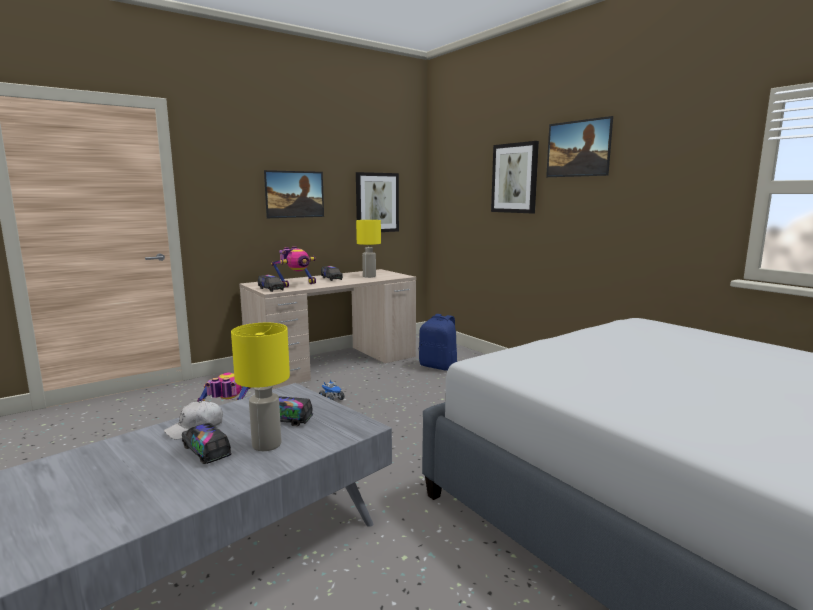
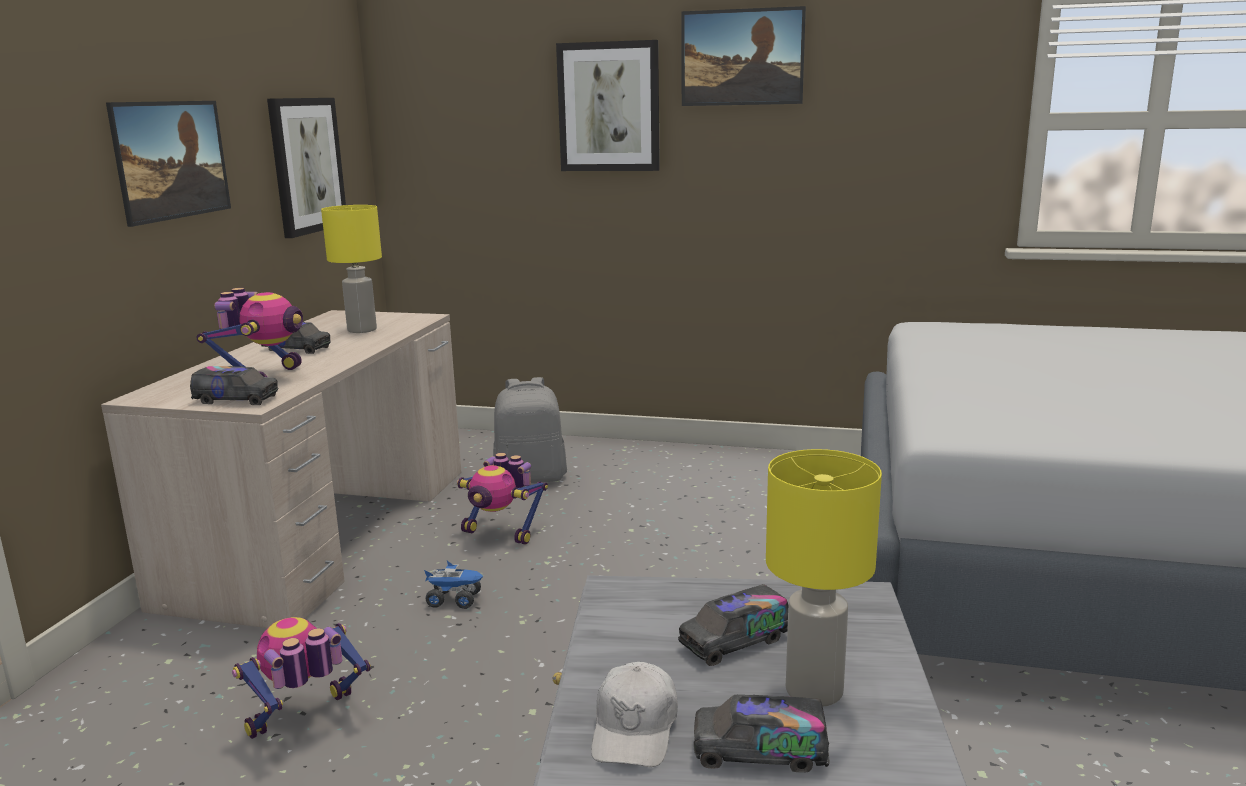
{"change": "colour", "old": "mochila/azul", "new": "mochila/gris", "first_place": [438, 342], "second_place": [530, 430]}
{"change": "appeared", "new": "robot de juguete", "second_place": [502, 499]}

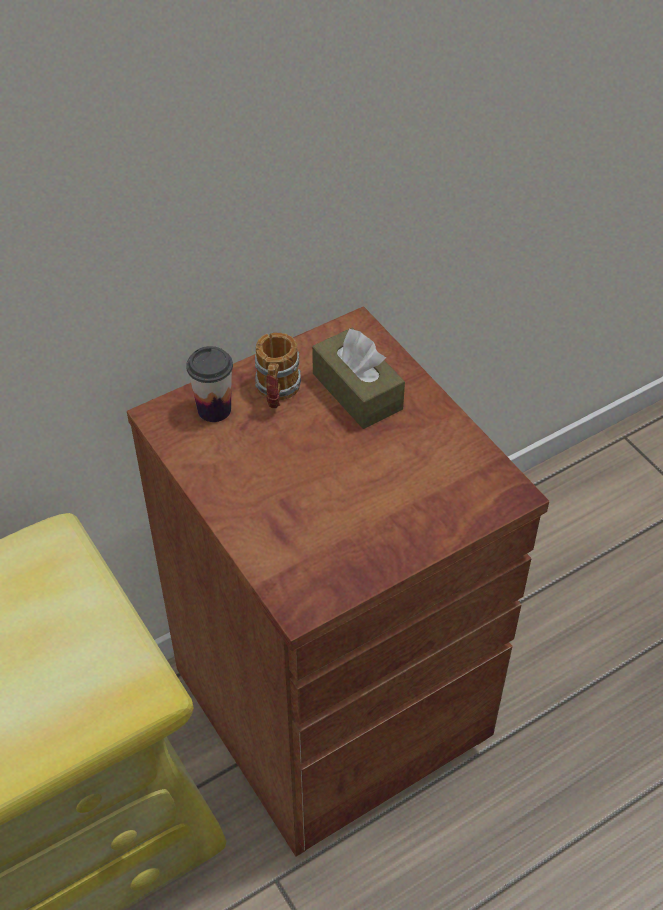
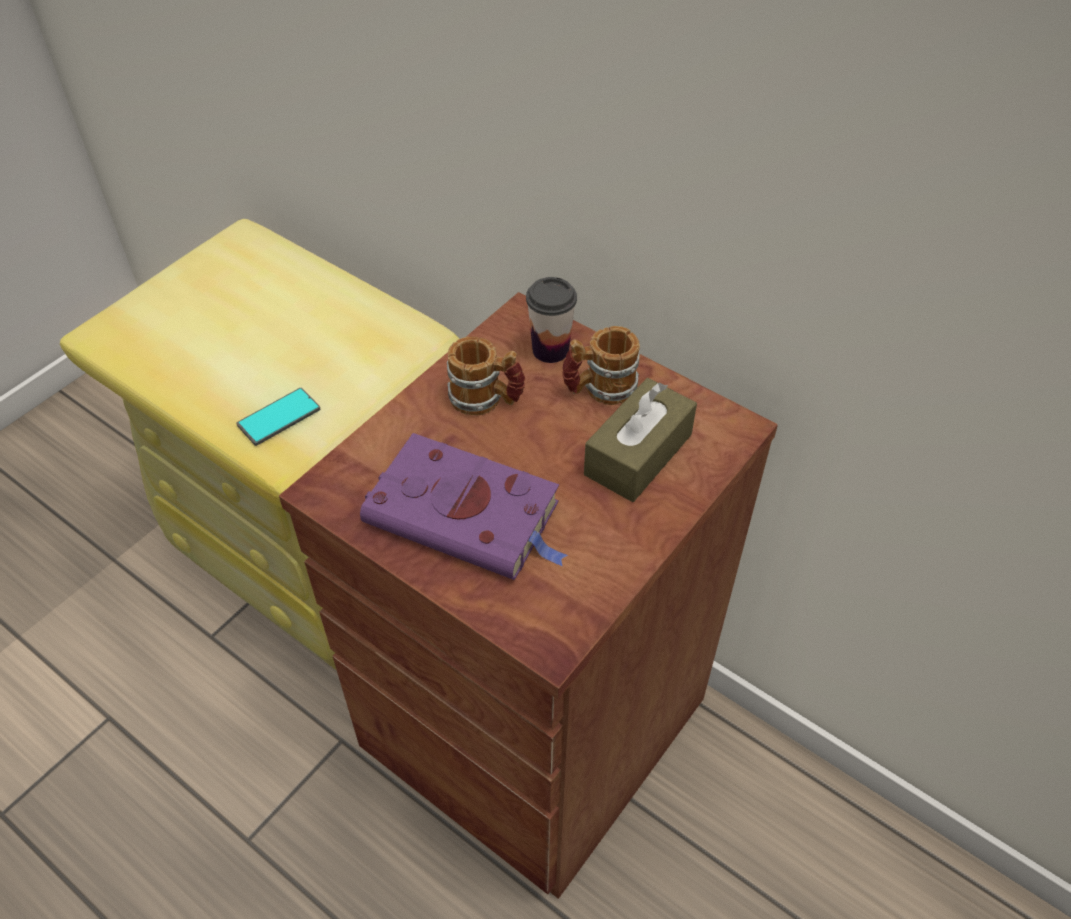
{"change": "appeared", "new": "taza grande", "second_place": [486, 376]}
{"change": "appeared", "new": "móvil", "second_place": [278, 417]}
{"change": "appeared", "new": "libro/morado", "second_place": [464, 506]}

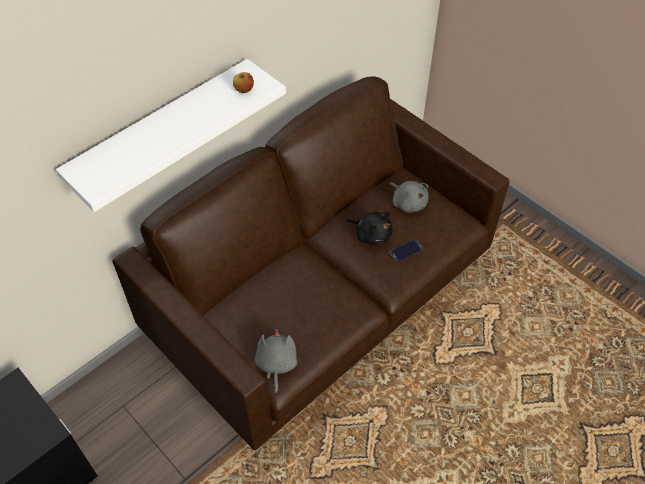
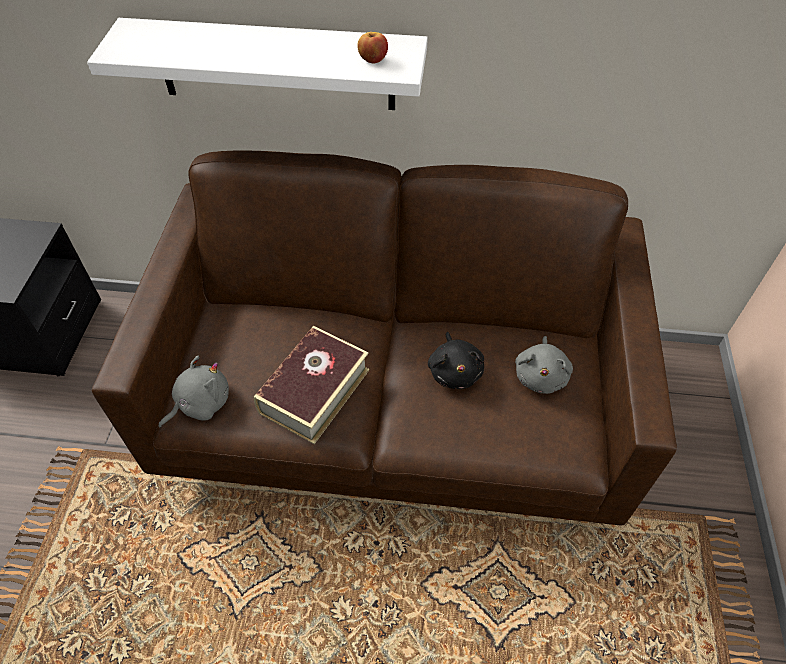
{"change": "missing", "old": "móvil", "first_place": [406, 250]}
{"change": "appeared", "new": "libro", "second_place": [311, 385]}

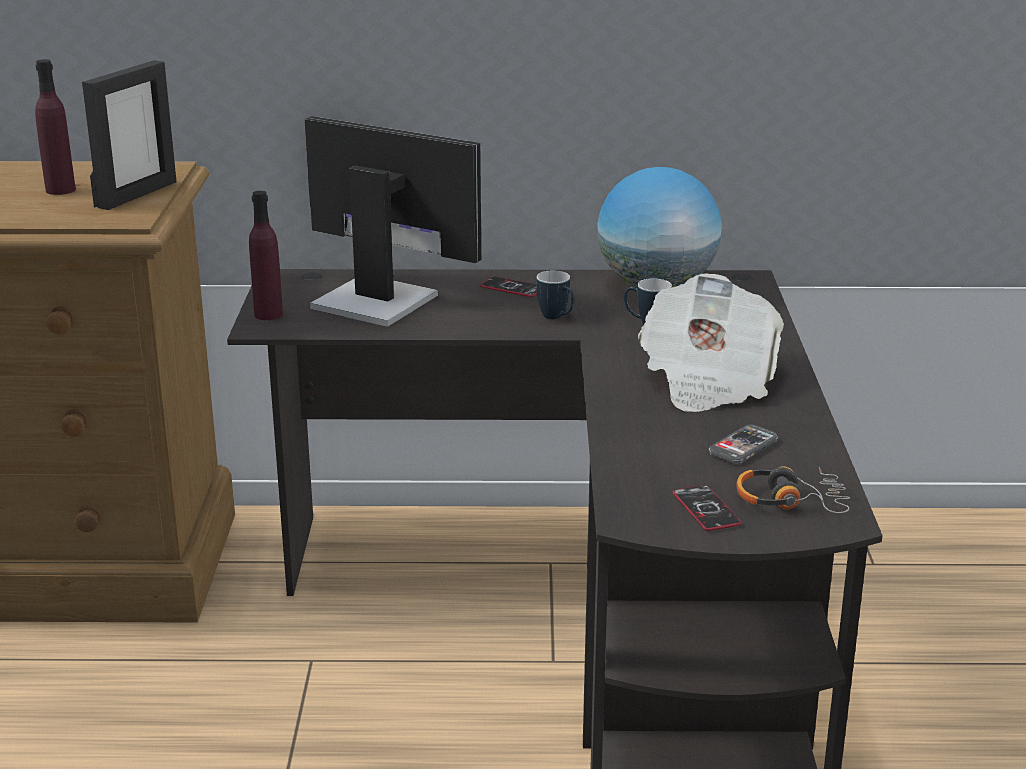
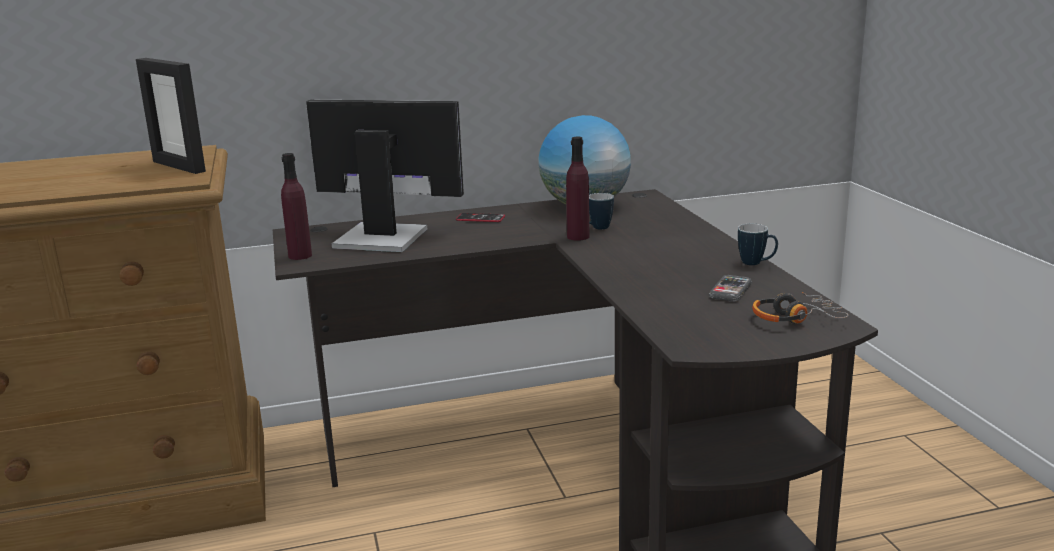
{"change": "relocated", "old": "botella/morado", "first_place": [55, 127], "second_place": [578, 189]}
{"change": "spun", "old": "portarretratos", "first_place": [129, 135], "second_place": [171, 116], "degrees": 120}
{"change": "relocated", "old": "taza grande", "first_place": [555, 295], "second_place": [758, 244]}
{"change": "missing", "old": "periódico", "first_place": [711, 343]}
{"change": "missing", "old": "móvil", "first_place": [707, 508]}

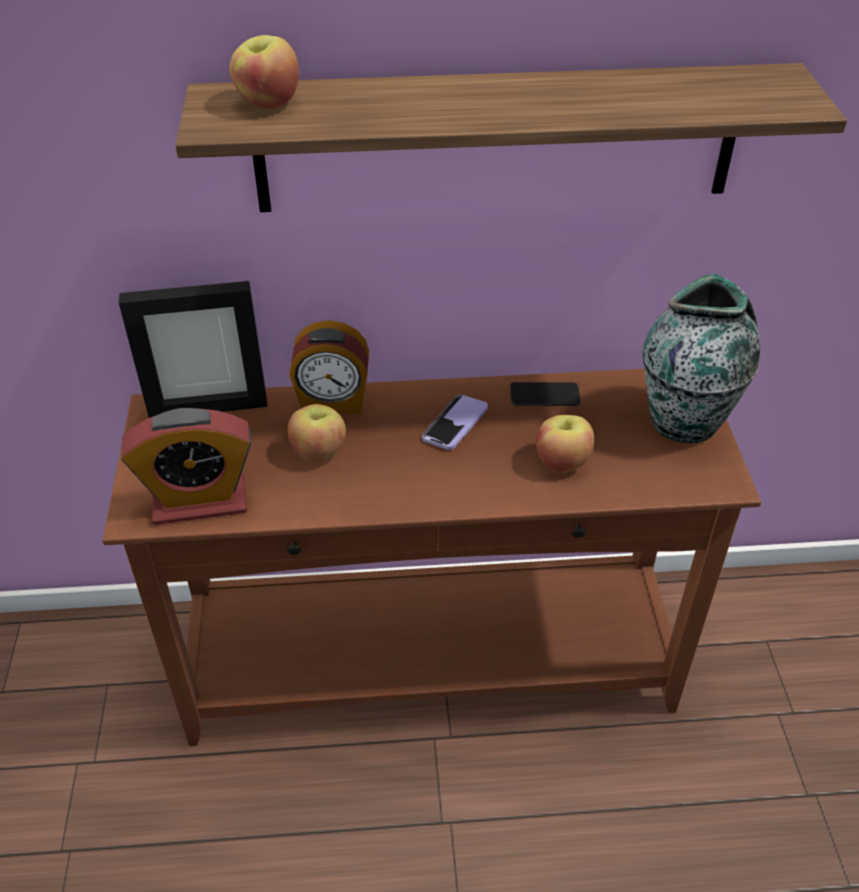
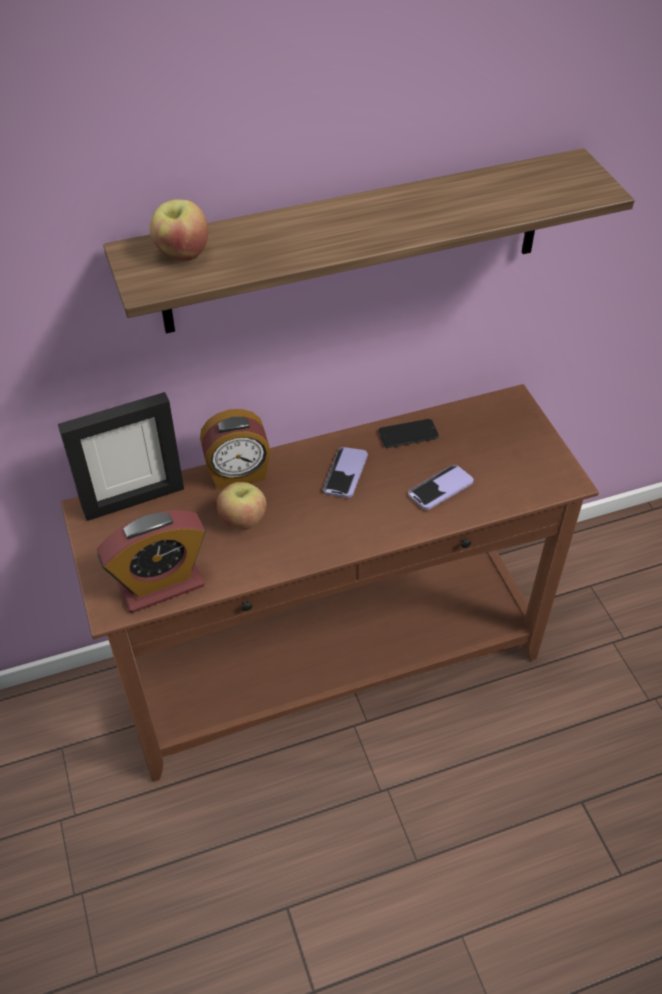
{"change": "missing", "old": "florero", "first_place": [701, 358]}
{"change": "exchanged", "old": "manzana", "new": "móvil", "first_place": [565, 443], "second_place": [441, 487]}

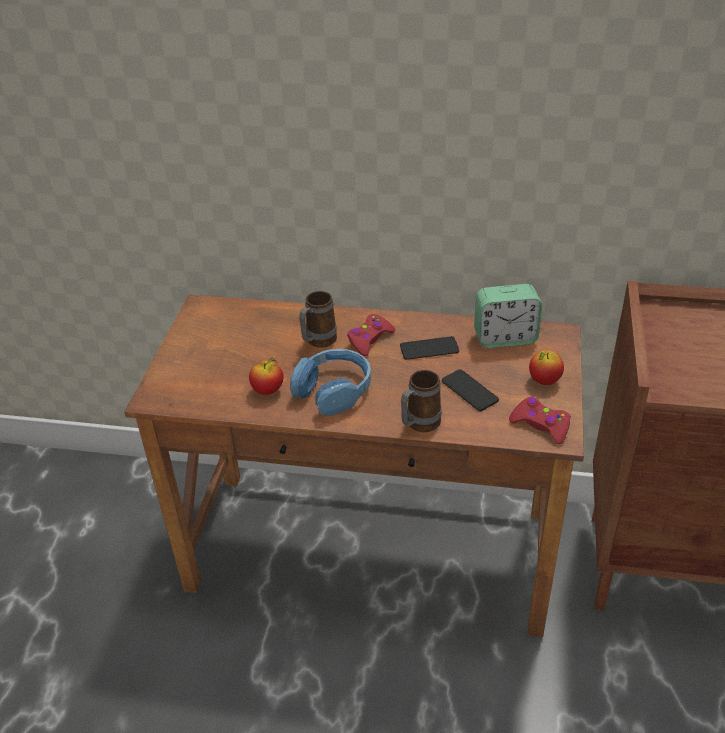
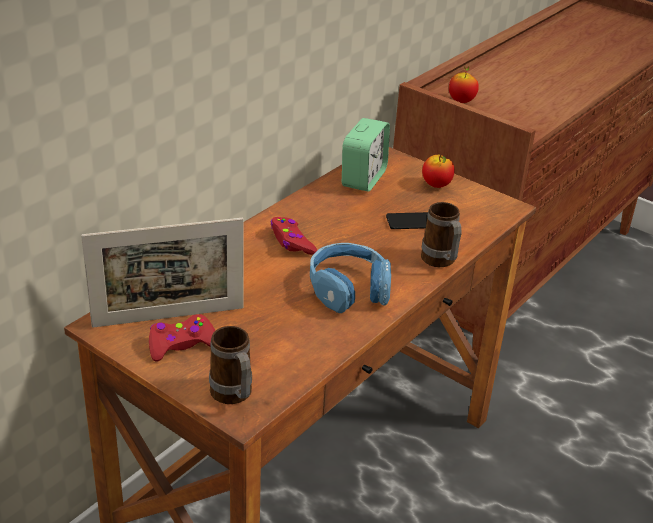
{"change": "relocated", "old": "taza grande", "first_place": [318, 319], "second_place": [230, 365]}
{"change": "missing", "old": "móvil", "first_place": [429, 348]}
{"change": "relocated", "old": "manzana", "first_place": [266, 376], "second_place": [464, 85]}
{"change": "relocated", "old": "mando de consola/rojo", "first_place": [540, 420], "second_place": [182, 338]}
{"change": "appeared", "new": "portarretratos", "second_place": [162, 273]}

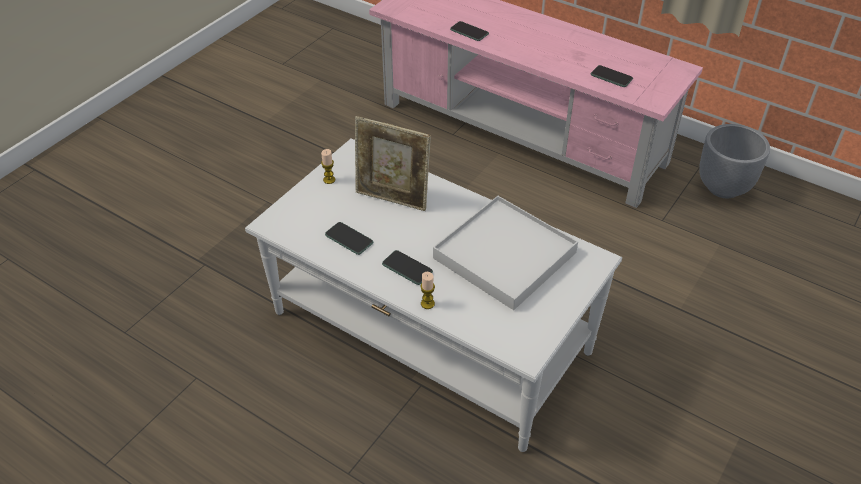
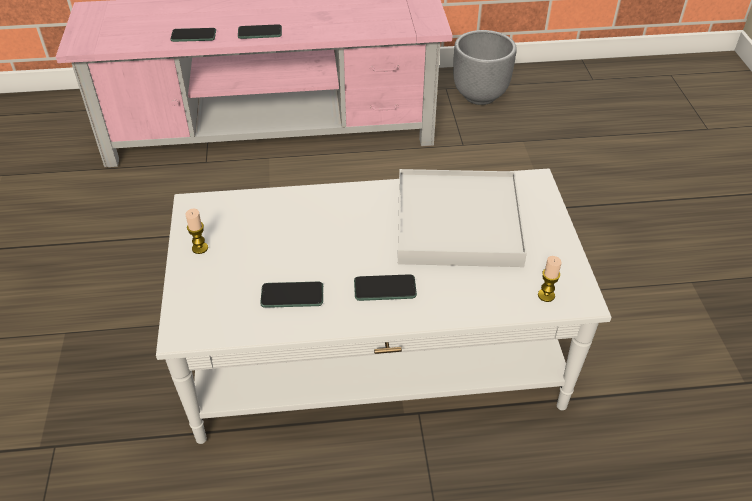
{"change": "relocated", "old": "móvil", "first_place": [612, 76], "second_place": [260, 31]}
{"change": "missing", "old": "portarretratos", "first_place": [393, 163]}
{"change": "relocated", "old": "vela", "first_place": [427, 290], "second_place": [550, 279]}

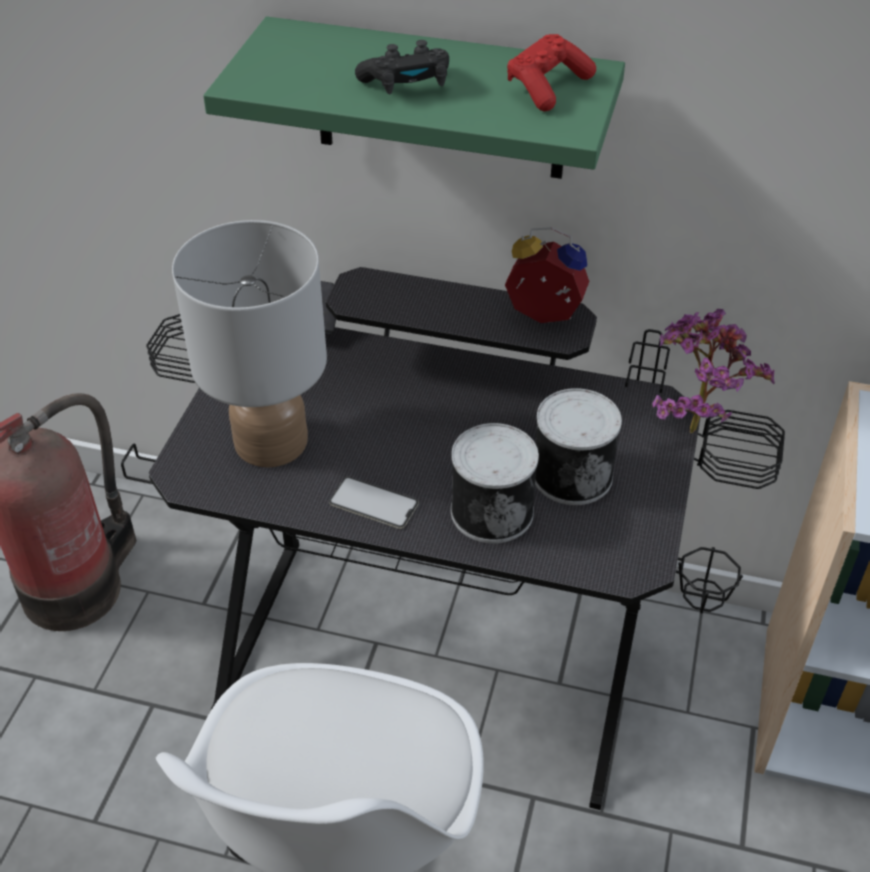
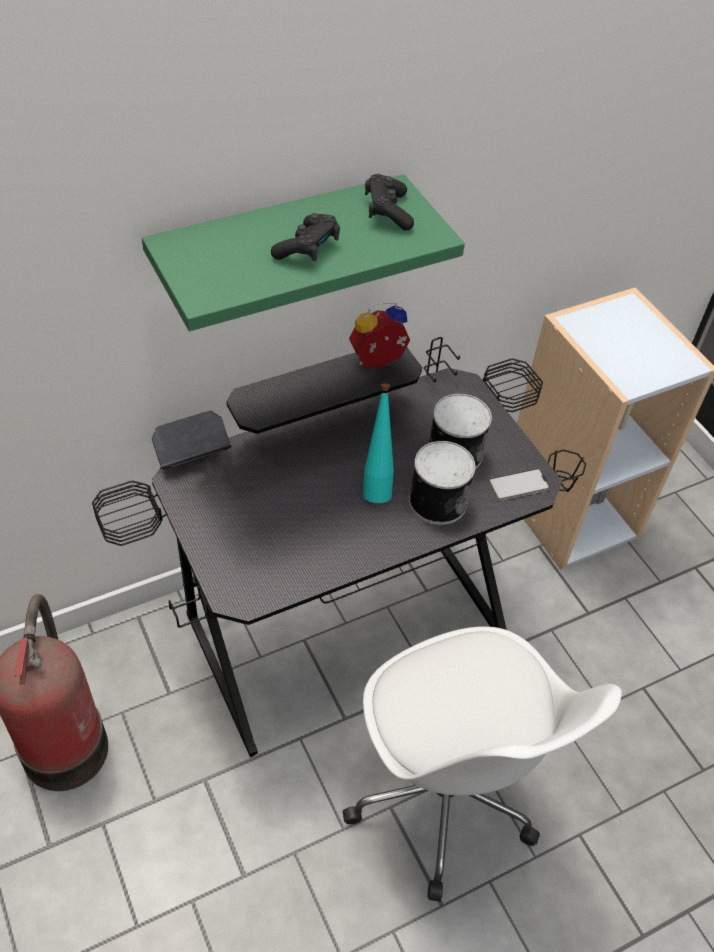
{"change": "colour", "old": "mando de consola/rojo", "new": "mando de consola/negro", "first_place": [551, 72], "second_place": [389, 202]}
{"change": "missing", "old": "lámpara de mesa/gris", "first_place": [249, 343]}
{"change": "missing", "old": "planta en maceta", "first_place": [713, 371]}
{"change": "relocated", "old": "móvil", "first_place": [374, 502], "second_place": [519, 484]}
{"change": "appeared", "new": "botella/turquesa", "second_place": [378, 443]}

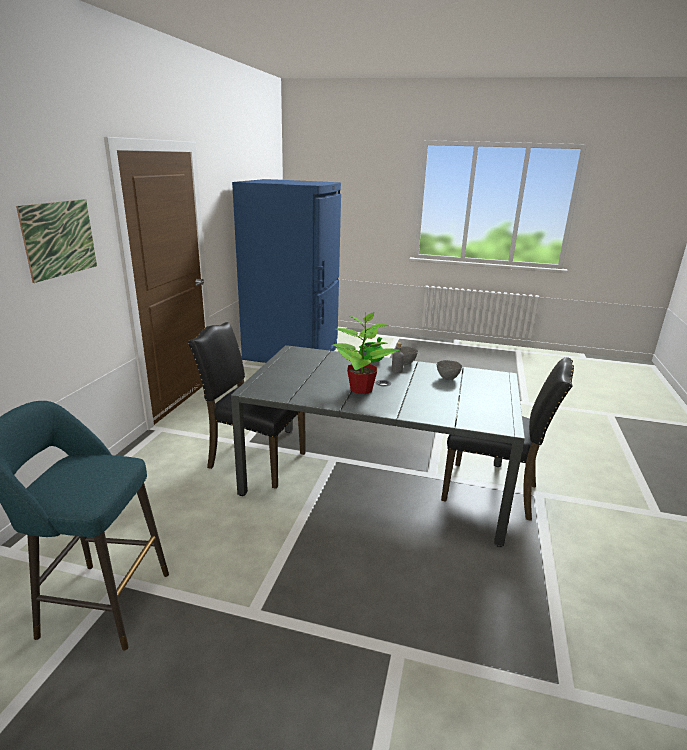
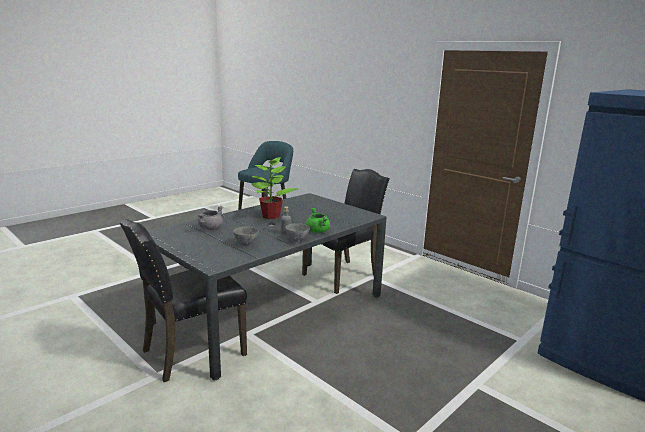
{"change": "missing", "old": "cuadro", "first_place": [56, 241]}
{"change": "appeared", "new": "olla/gris", "second_place": [210, 218]}

